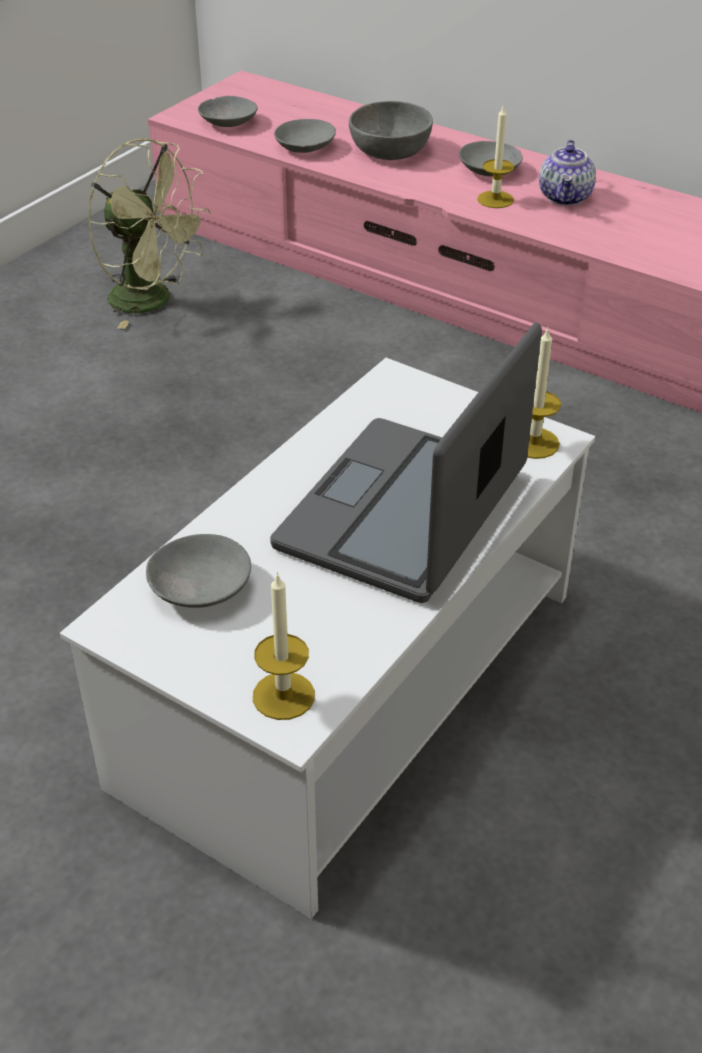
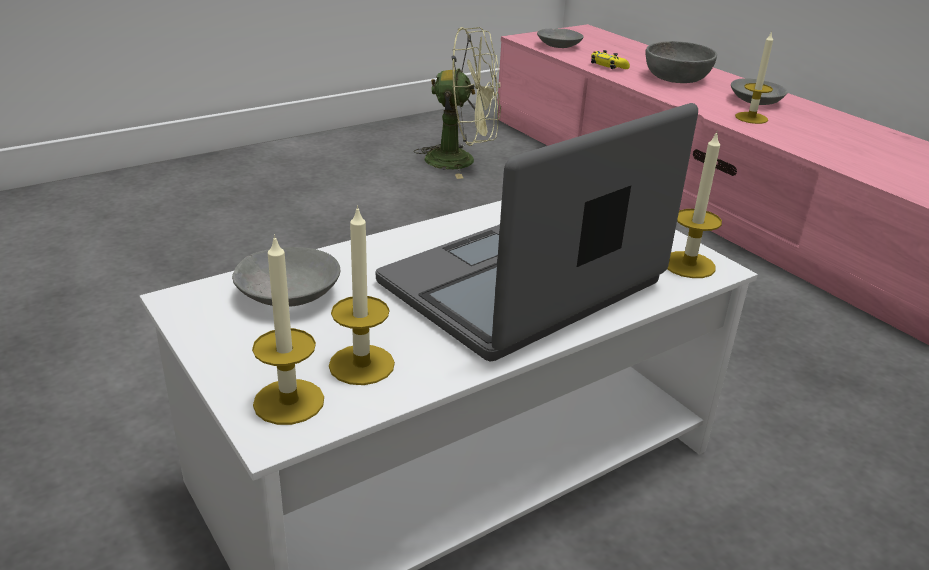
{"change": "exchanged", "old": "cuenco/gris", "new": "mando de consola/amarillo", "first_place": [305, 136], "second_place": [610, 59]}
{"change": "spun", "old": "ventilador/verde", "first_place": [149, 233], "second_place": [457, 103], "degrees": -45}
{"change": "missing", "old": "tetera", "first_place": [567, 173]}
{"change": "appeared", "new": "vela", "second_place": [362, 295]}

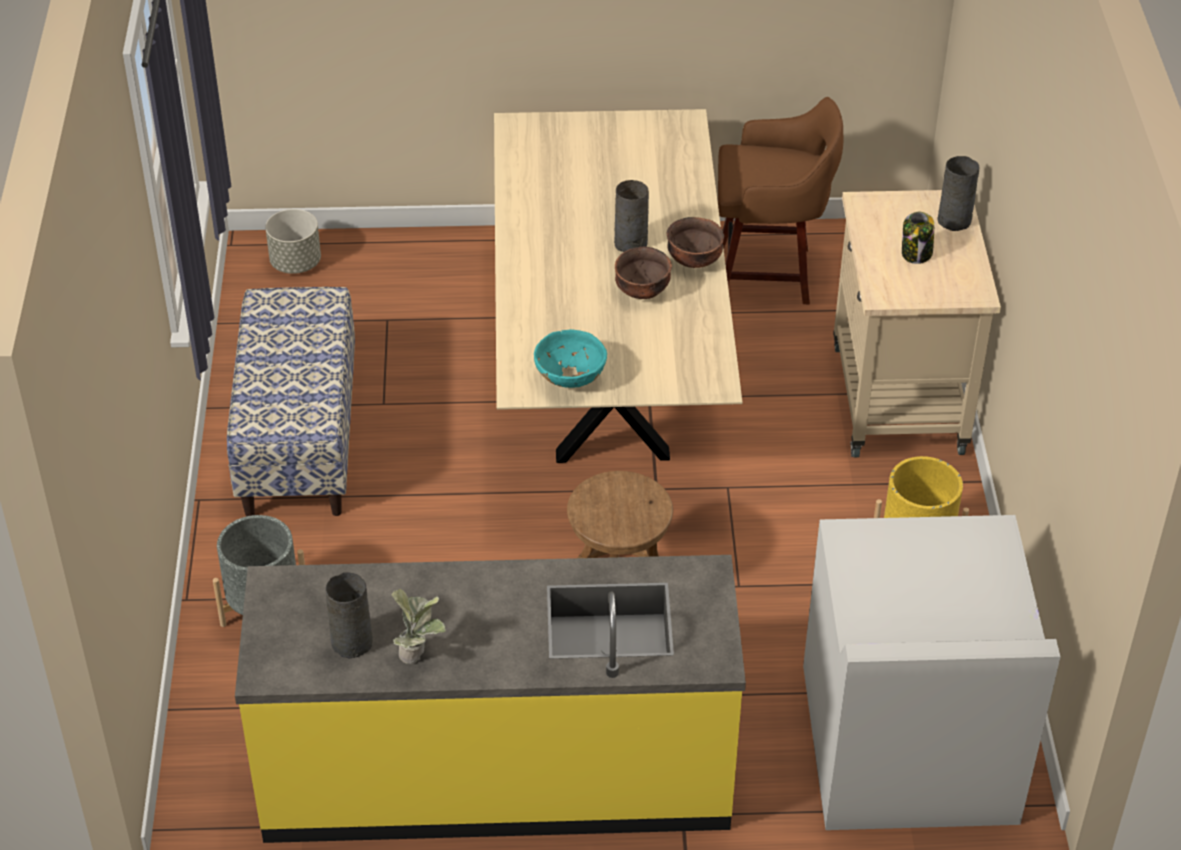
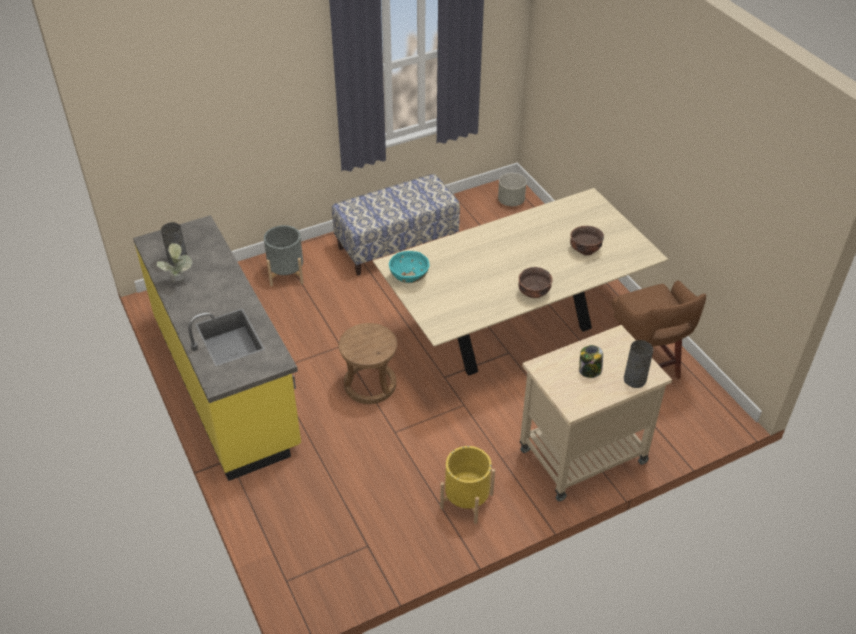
{"change": "missing", "old": "florero/gris", "first_place": [631, 216]}
{"change": "relocated", "old": "cuenco/marrón", "first_place": [643, 273], "second_place": [587, 240]}
{"change": "missing", "old": "lavadora/blanco", "first_place": [932, 672]}

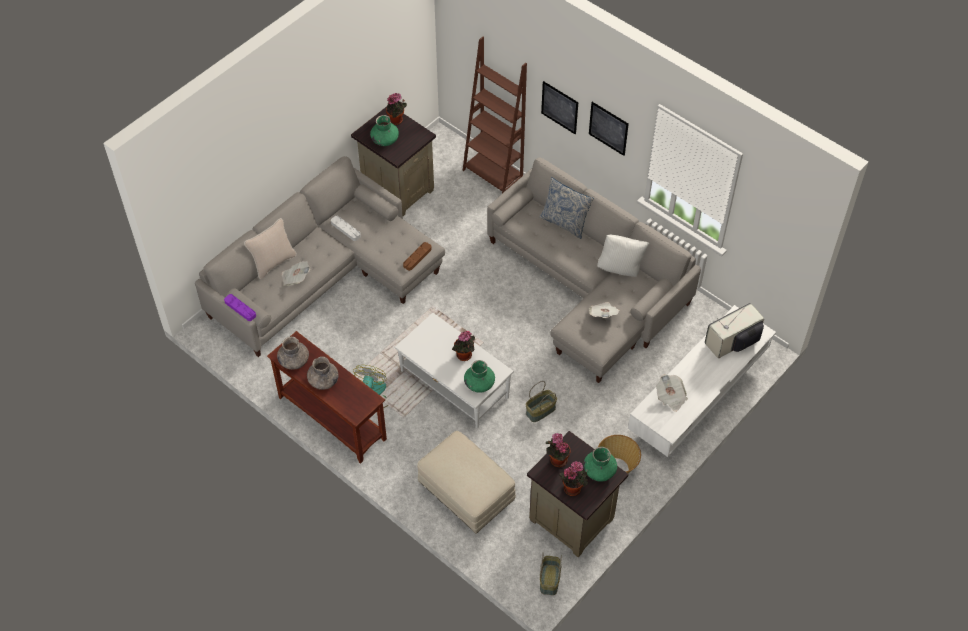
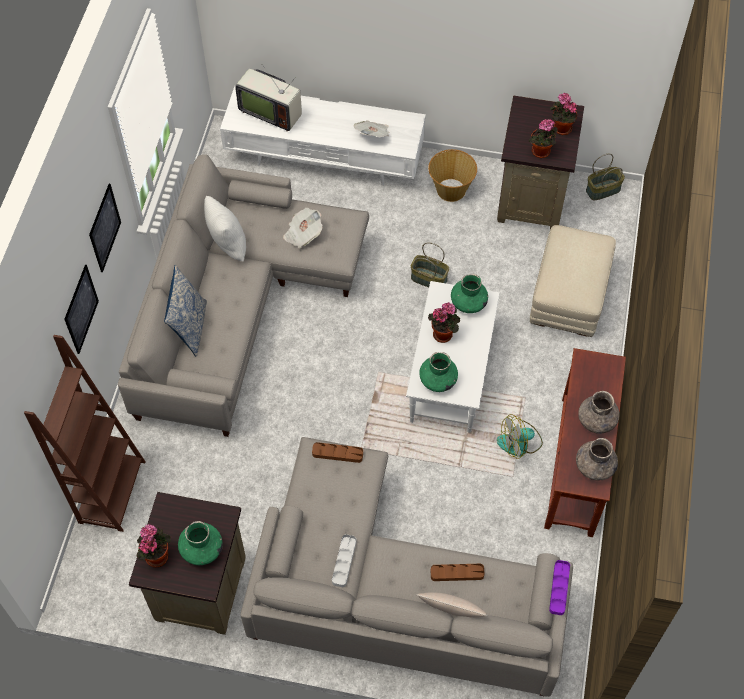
{"change": "exchanged", "old": "periódico", "new": "bandeja/marrón", "first_place": [296, 273], "second_place": [457, 572]}
{"change": "relocated", "old": "florero/verde", "first_place": [600, 464], "second_place": [438, 372]}

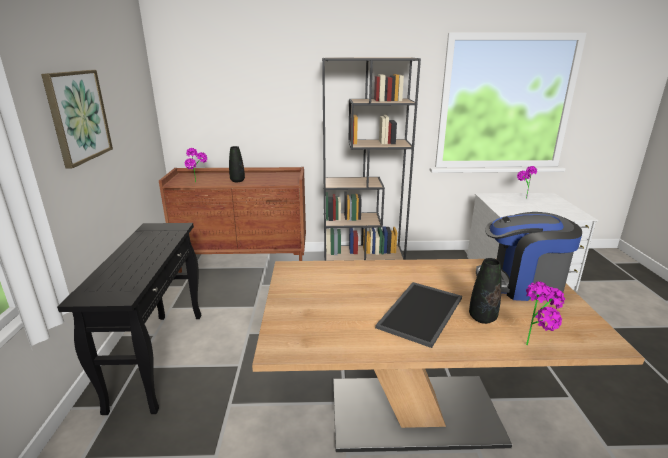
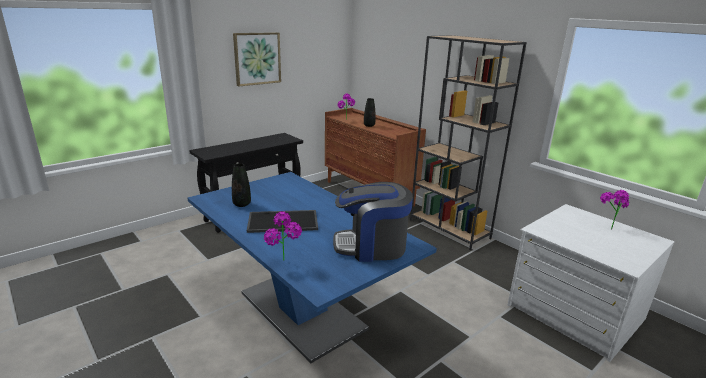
{"change": "spun", "old": "cafetera", "first_place": [529, 256], "second_place": [373, 222], "degrees": -60}
{"change": "relocated", "old": "florero/negro", "first_place": [485, 291], "second_place": [241, 185]}
{"change": "colour", "old": "mesa de comedor/marrón", "new": "mesa de comedor/azul", "first_place": [448, 355], "second_place": [312, 267]}

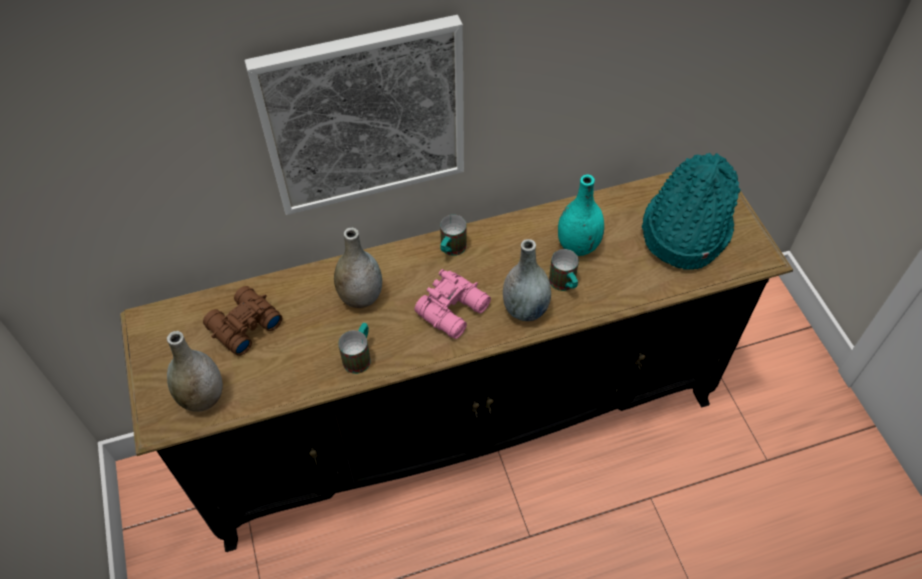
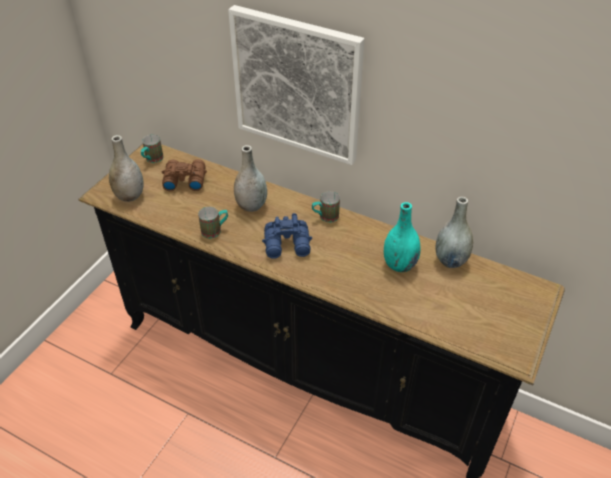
{"change": "missing", "old": "sombrero/turquesa", "first_place": [691, 211]}
{"change": "relocated", "old": "florero/gris", "first_place": [527, 280], "second_place": [454, 232]}
{"change": "relocated", "old": "taza grande", "first_place": [564, 270], "second_place": [152, 148]}
{"change": "colour", "old": "prismáticos/rosa", "new": "prismáticos/azul", "first_place": [452, 304], "second_place": [287, 236]}

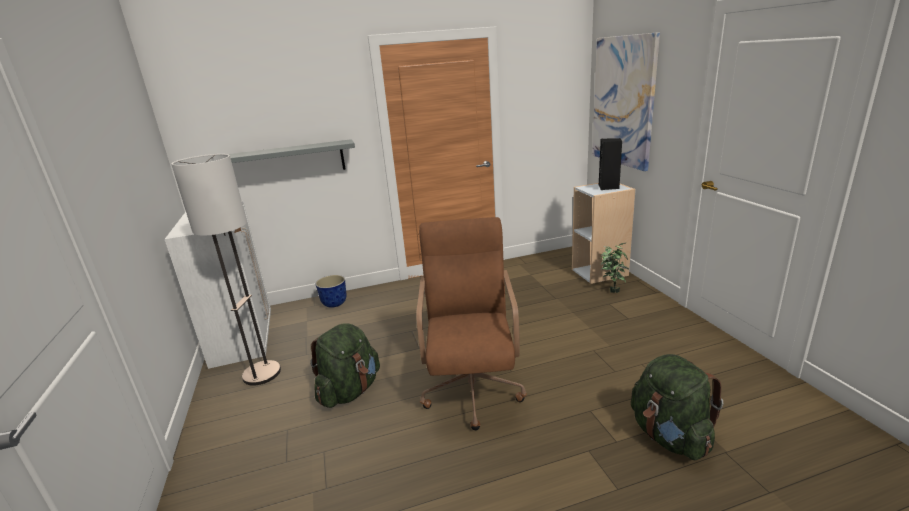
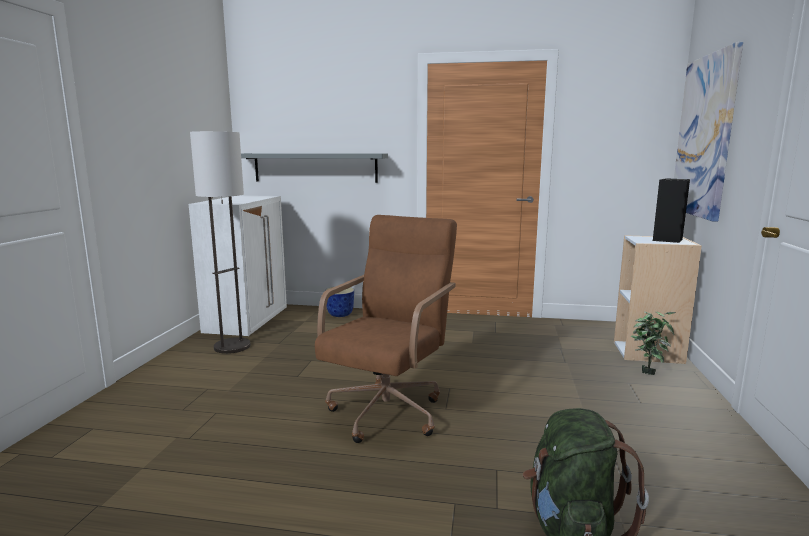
{"change": "missing", "old": "mochila/verde", "first_place": [345, 365]}

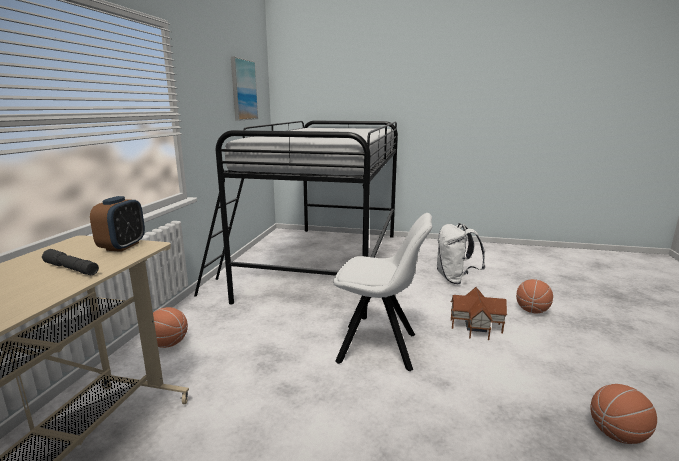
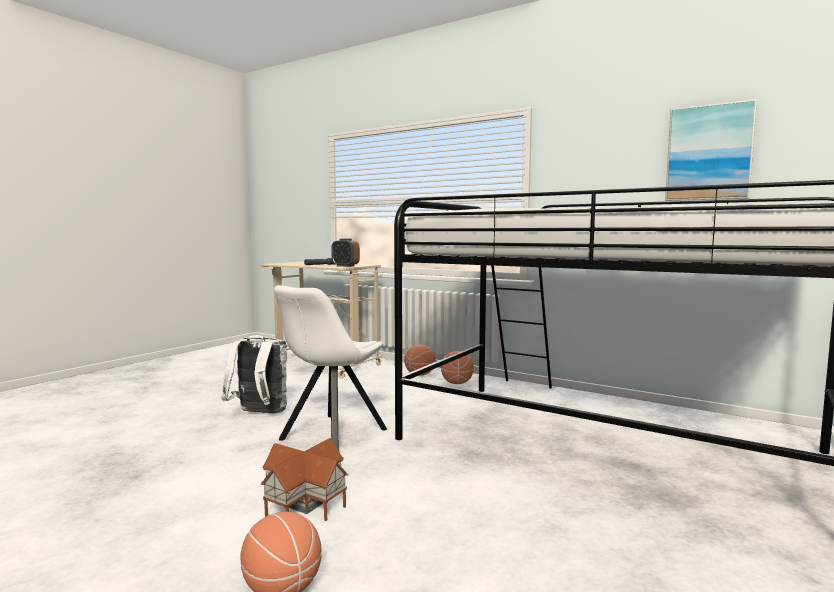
{"change": "relocated", "old": "mochila/blanco", "first_place": [460, 253], "second_place": [254, 374]}
{"change": "relocated", "old": "balón de baloncesto", "first_place": [623, 414], "second_place": [457, 367]}

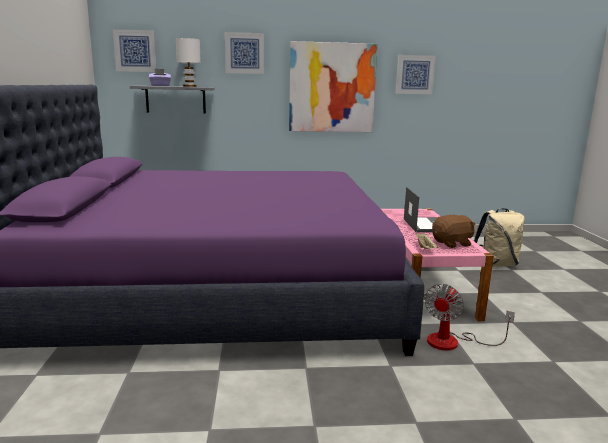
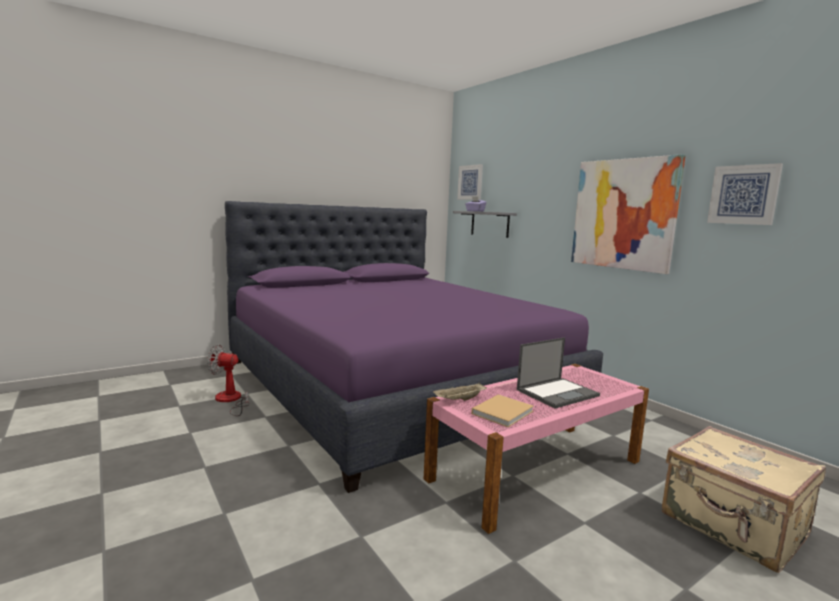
{"change": "missing", "old": "cuadro", "first_place": [244, 53]}
{"change": "missing", "old": "lámpara de mesa/blanco", "first_place": [188, 62]}
{"change": "exchanged", "old": "mochila/beis", "new": "maleta/beis", "first_place": [499, 237], "second_place": [744, 499]}
{"change": "exchanged", "old": "peluche/marrón", "new": "libro/beis", "first_place": [454, 231], "second_place": [502, 410]}
{"change": "relocated", "old": "ventilador", "first_place": [469, 317], "second_place": [228, 380]}

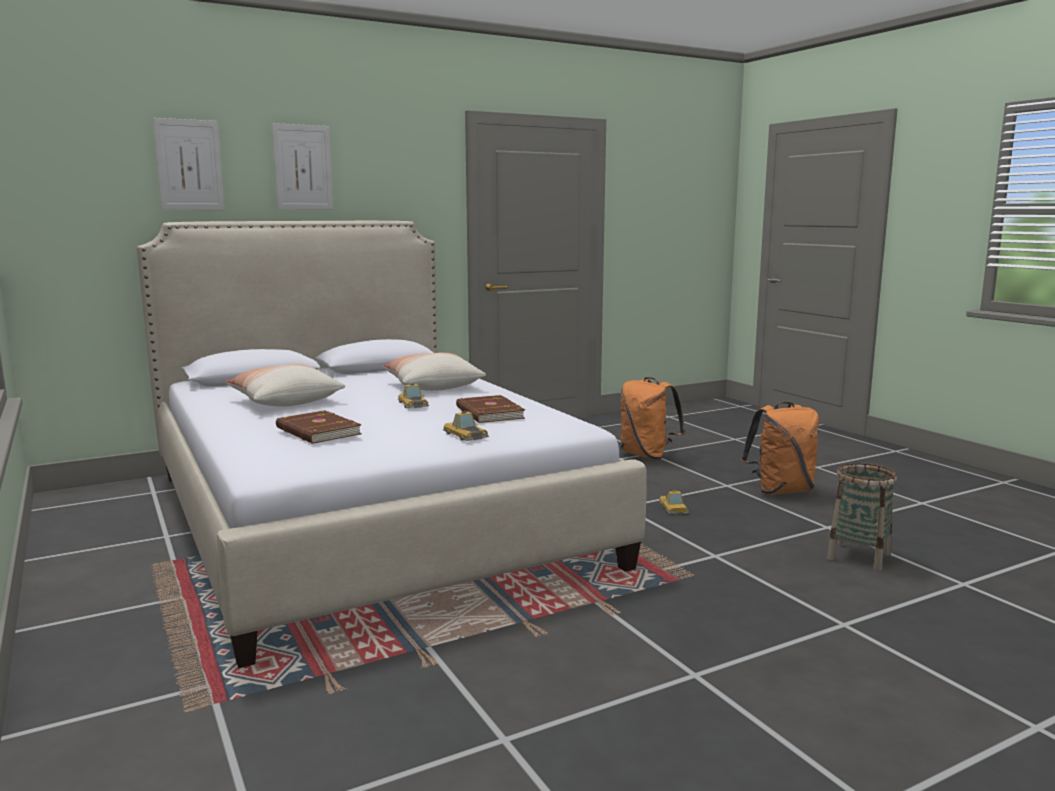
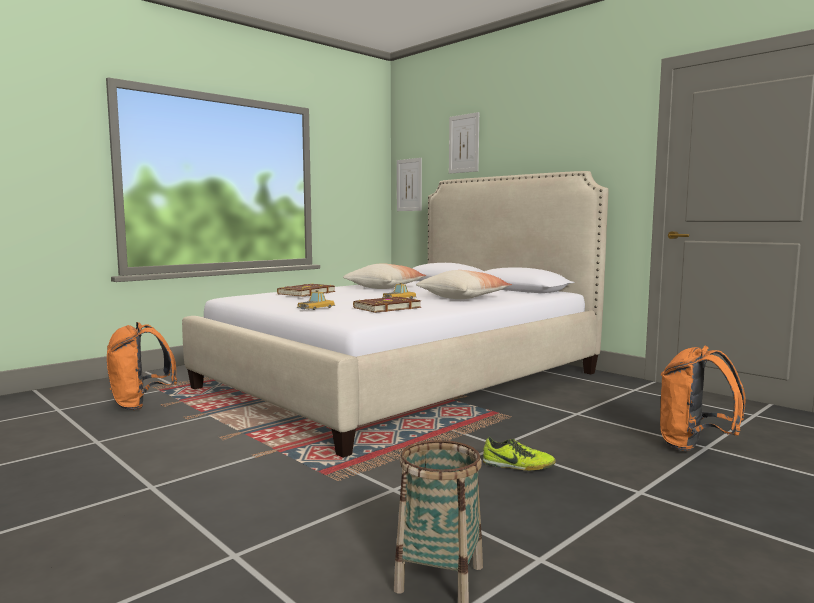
{"change": "relocated", "old": "cuadro", "first_place": [302, 166], "second_place": [409, 184]}
{"change": "relocated", "old": "mochila/naranja", "first_place": [780, 448], "second_place": [142, 366]}
{"change": "exchanged", "old": "coche de juguete", "new": "zapato", "first_place": [674, 502], "second_place": [519, 453]}

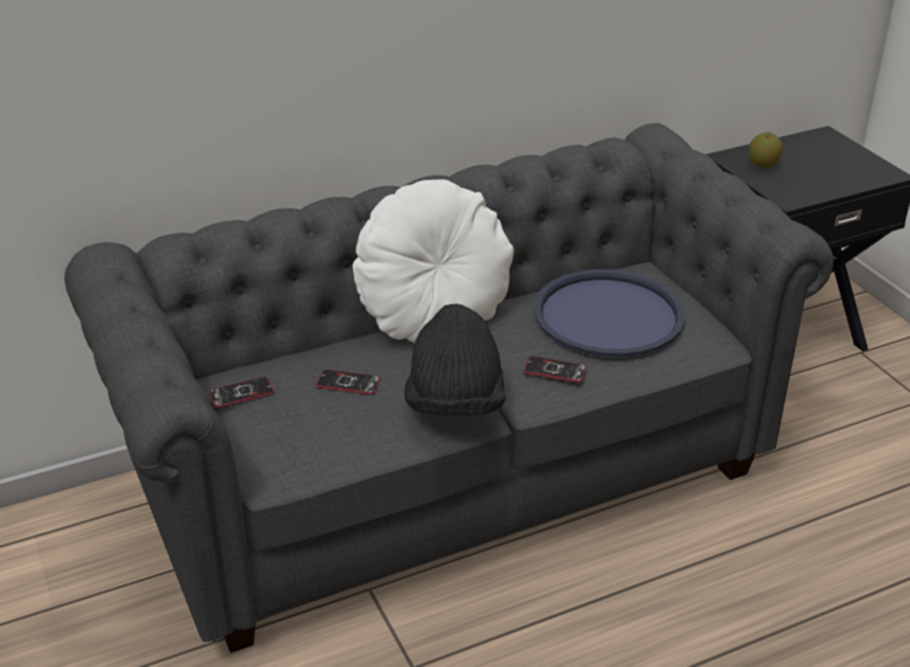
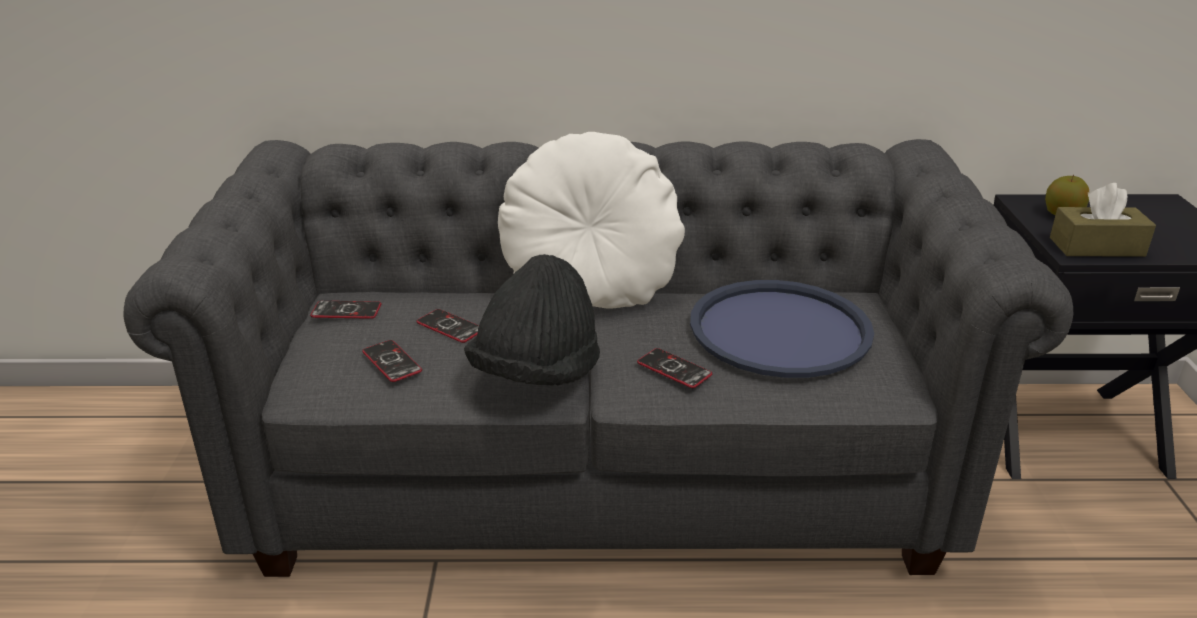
{"change": "appeared", "new": "caja de pañuelos/marrón", "second_place": [1103, 220]}
{"change": "appeared", "new": "móvil", "second_place": [392, 361]}

